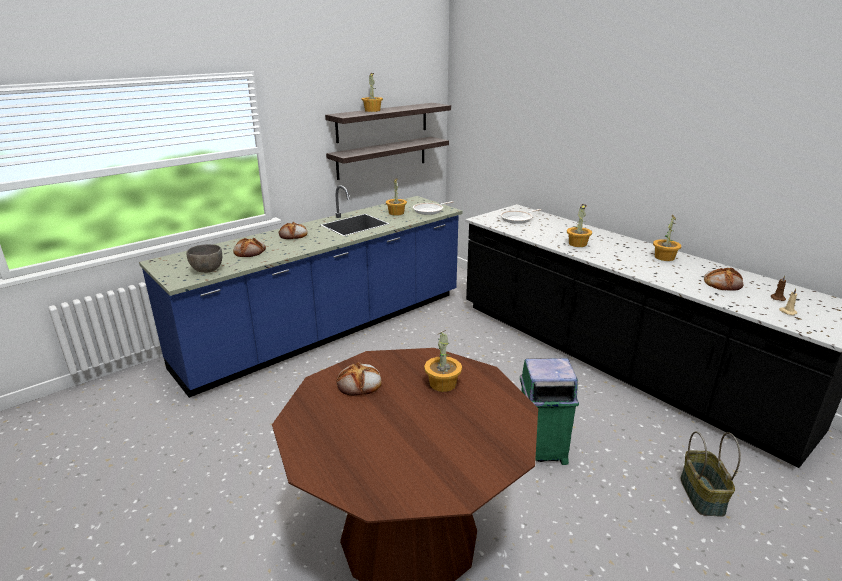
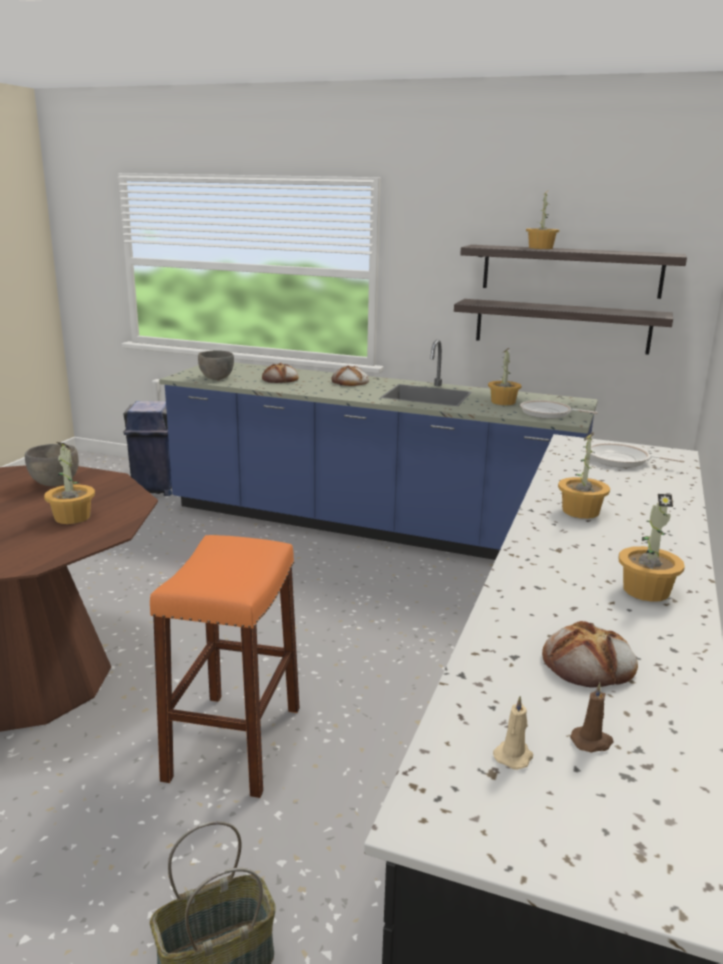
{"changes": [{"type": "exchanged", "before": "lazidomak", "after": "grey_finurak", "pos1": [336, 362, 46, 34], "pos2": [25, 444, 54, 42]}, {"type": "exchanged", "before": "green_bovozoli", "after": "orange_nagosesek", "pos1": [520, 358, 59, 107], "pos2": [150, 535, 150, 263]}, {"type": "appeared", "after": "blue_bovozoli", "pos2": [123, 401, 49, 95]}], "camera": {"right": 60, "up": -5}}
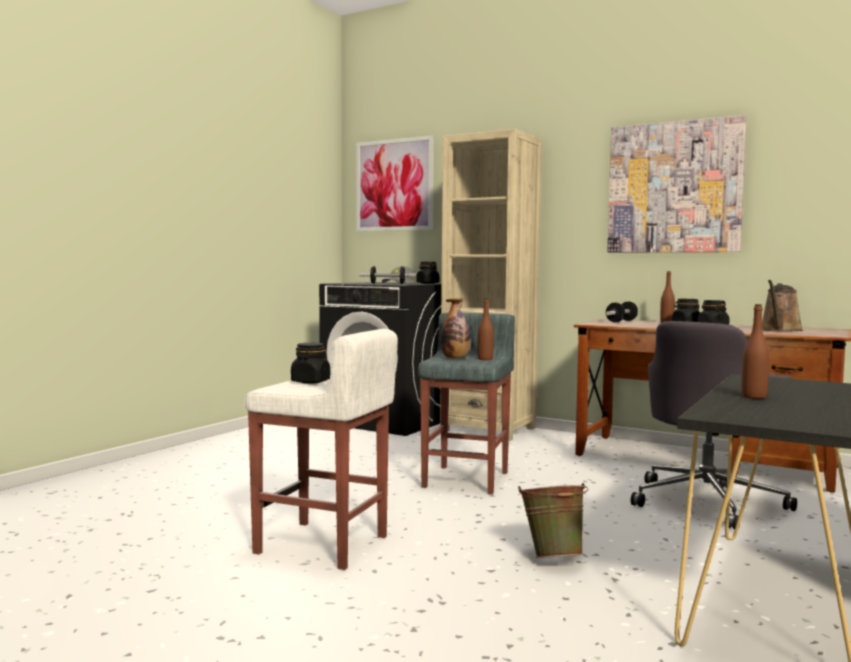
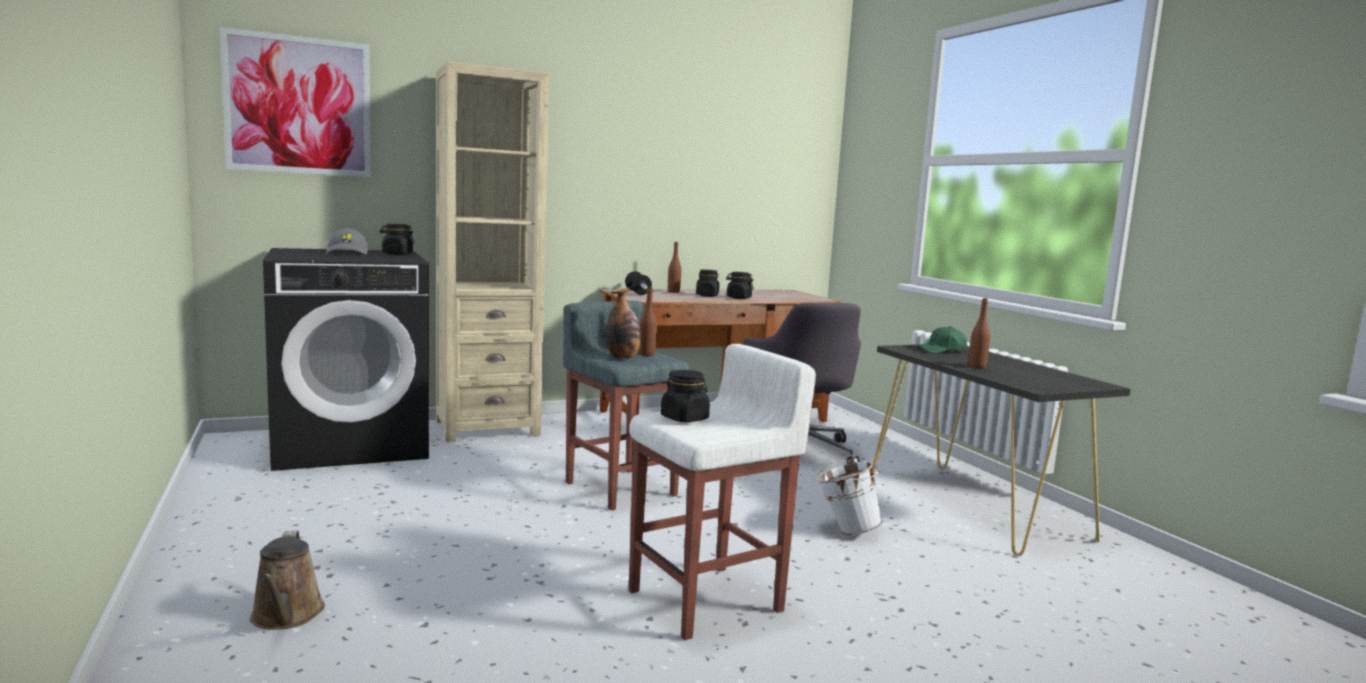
{"changes": [{"type": "missing", "before": "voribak", "pos1": [359, 266, 58, 18]}, {"type": "colour", "before": "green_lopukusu", "after": "white_lopukusu", "pos1": [518, 483, 70, 75], "pos2": [816, 459, 66, 76]}, {"type": "missing", "before": "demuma", "pos1": [607, 115, 140, 138]}, {"type": "relocated", "before": "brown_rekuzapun", "pos1": [762, 280, 41, 52], "pos2": [250, 530, 75, 100]}, {"type": "appeared", "after": "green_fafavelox", "pos2": [916, 326, 51, 27]}], "camera": {"right": -55, "up": 5}}
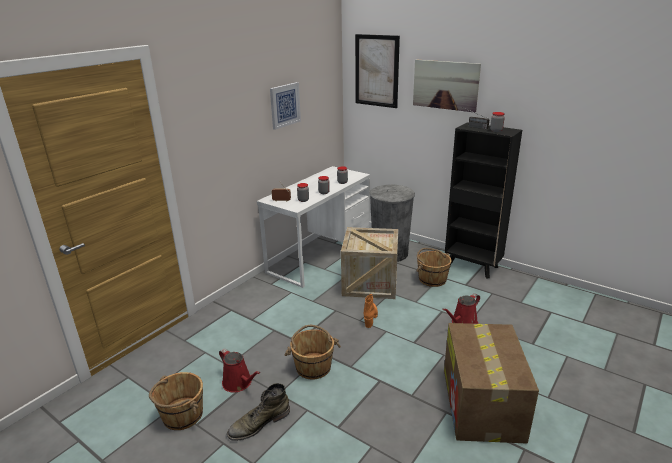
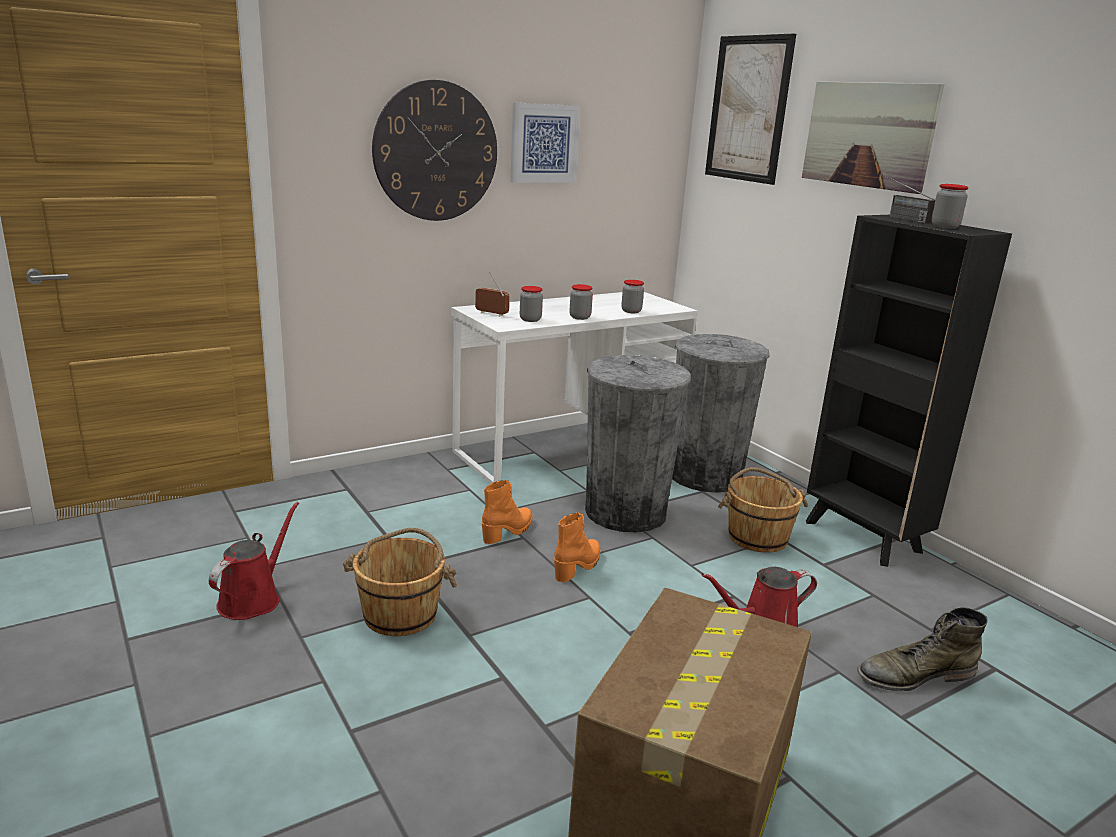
{"changes": [{"type": "missing", "before": "brown_lopukusu", "pos1": [149, 372, 54, 58]}, {"type": "spun", "before": "red_rekuzapun", "pos1": [219, 348, 41, 45], "pos2": [209, 502, 90, 118], "turn": -135}, {"type": "relocated", "before": "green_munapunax", "pos1": [227, 383, 63, 58], "pos2": [857, 607, 131, 84]}, {"type": "exchanged", "before": "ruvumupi", "after": "grey_bovozoli", "pos1": [341, 227, 57, 72], "pos2": [585, 355, 106, 178]}, {"type": "appeared", "after": "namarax", "pos2": [372, 80, 125, 141]}, {"type": "appeared", "after": "orange_munapunax", "pos2": [482, 480, 51, 64]}], "camera": {"right": 20, "up": -5}}
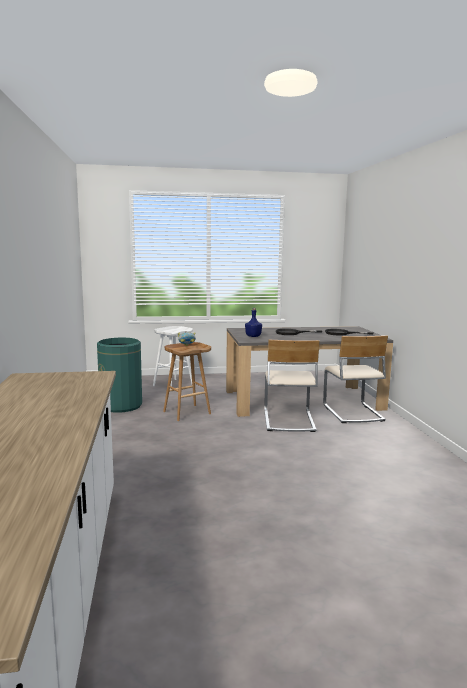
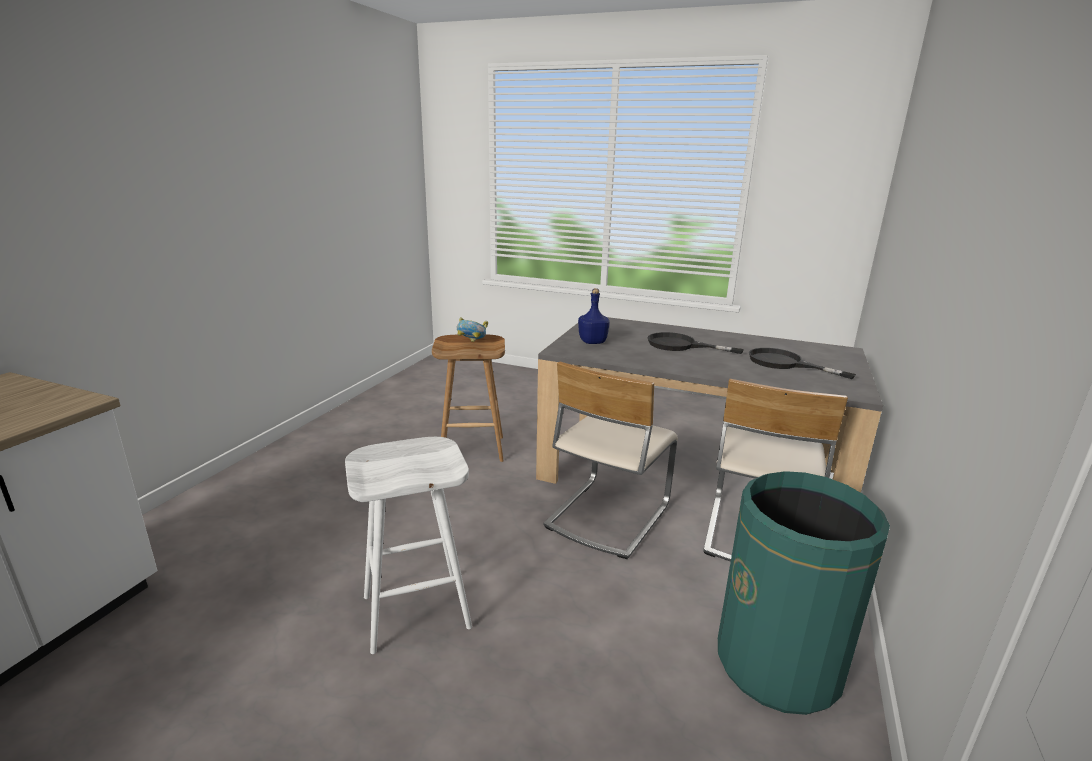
{"changes": [{"type": "relocated", "before": "green_bovozoli", "pos1": [97, 338, 45, 75], "pos2": [718, 471, 172, 244]}, {"type": "relocated", "before": "white_nagosesek", "pos1": [153, 326, 40, 63], "pos2": [345, 437, 127, 217]}], "camera": {"right": 30, "up": 10}}
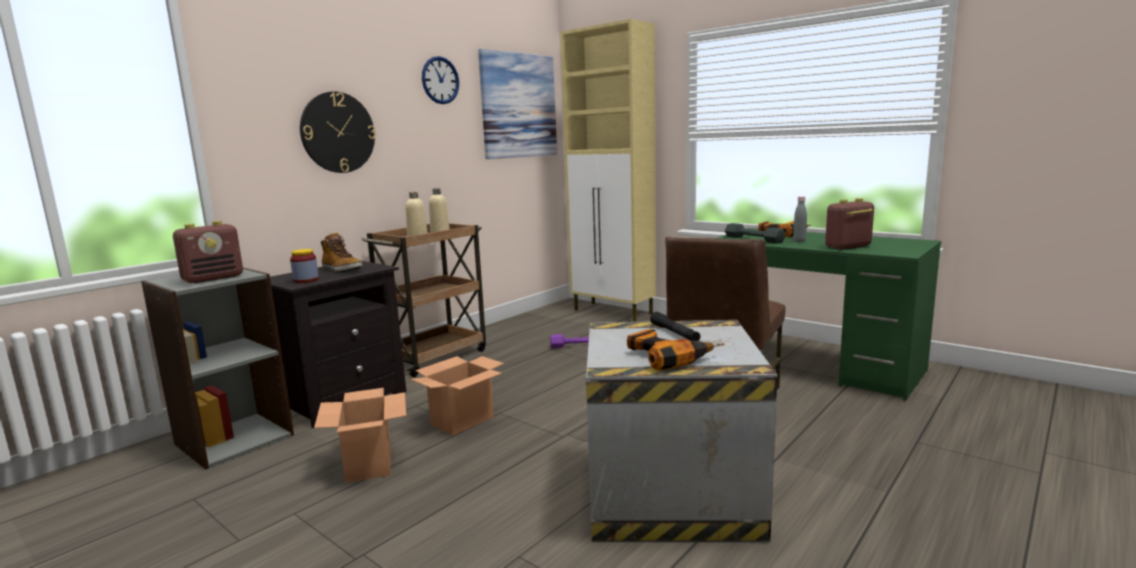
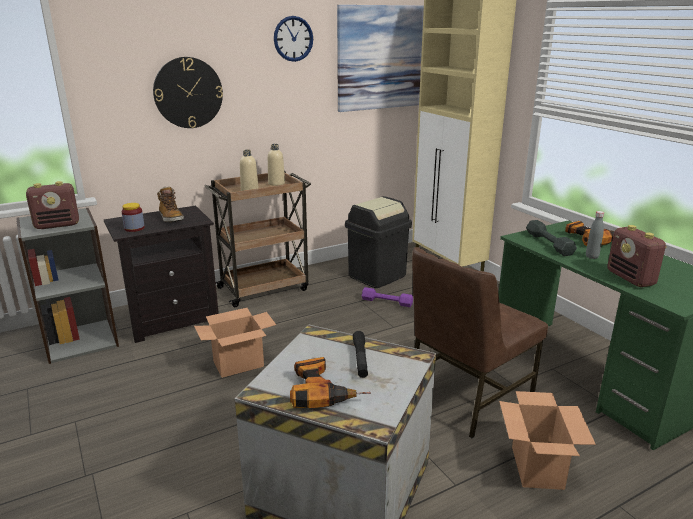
{"changes": [{"type": "relocated", "before": "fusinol", "pos1": [314, 388, 92, 95], "pos2": [499, 391, 97, 99]}, {"type": "spun", "before": "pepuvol", "pos1": [825, 198, 49, 52], "pos2": [607, 225, 60, 62], "turn": -105}, {"type": "appeared", "after": "black_bovozoli", "pos2": [345, 196, 67, 92]}], "camera": {"right": 20, "up": 10}}
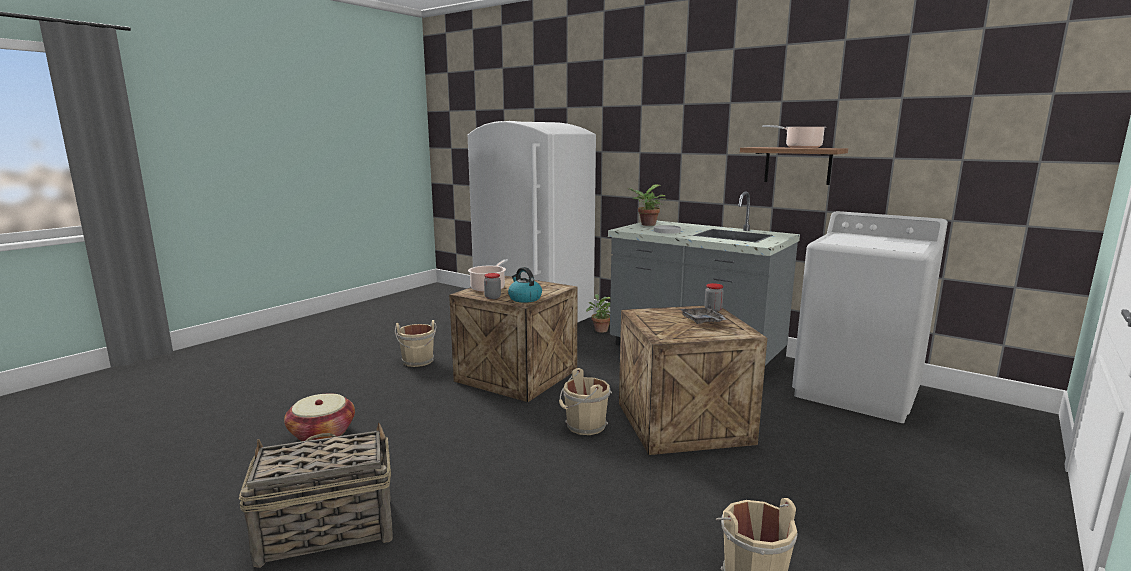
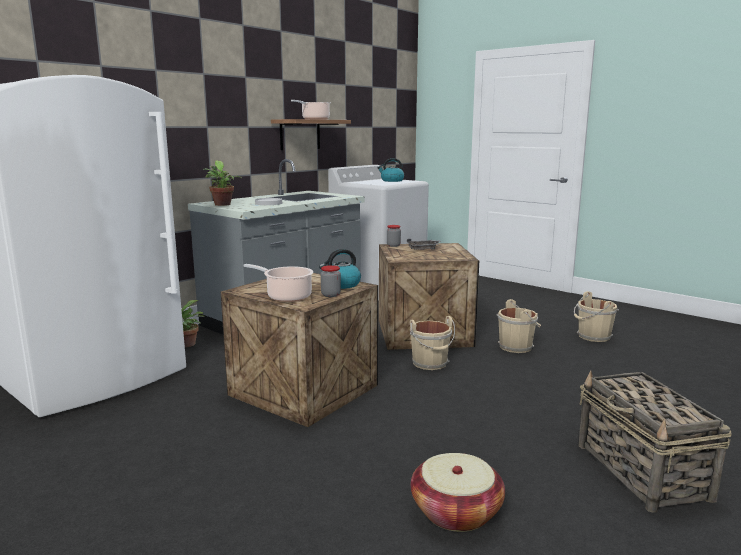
{"changes": [{"type": "relocated", "before": "beige_lopukusu", "pos1": [395, 320, 42, 47], "pos2": [497, 299, 44, 54]}, {"type": "appeared", "after": "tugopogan", "pos2": [378, 158, 26, 24]}], "camera": {"right": -85, "up": 0}}
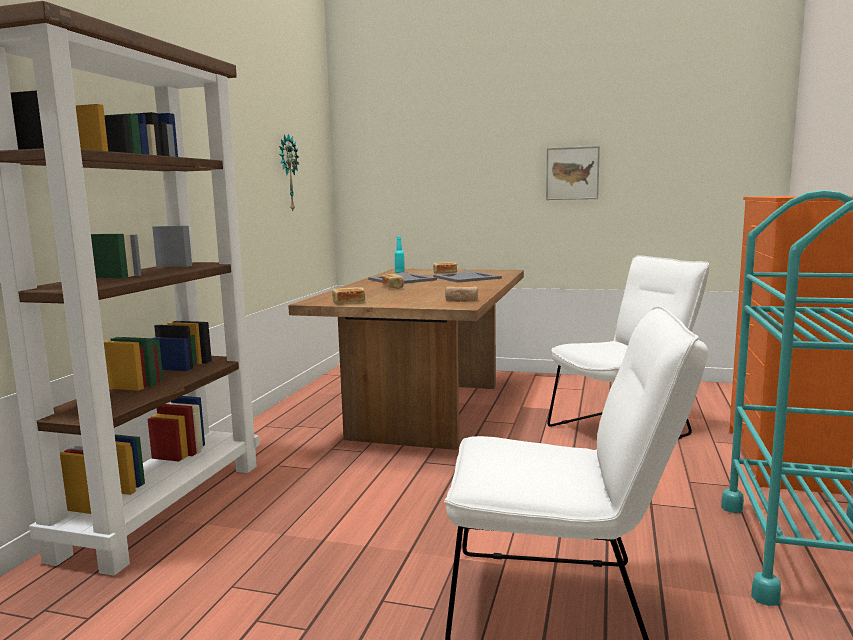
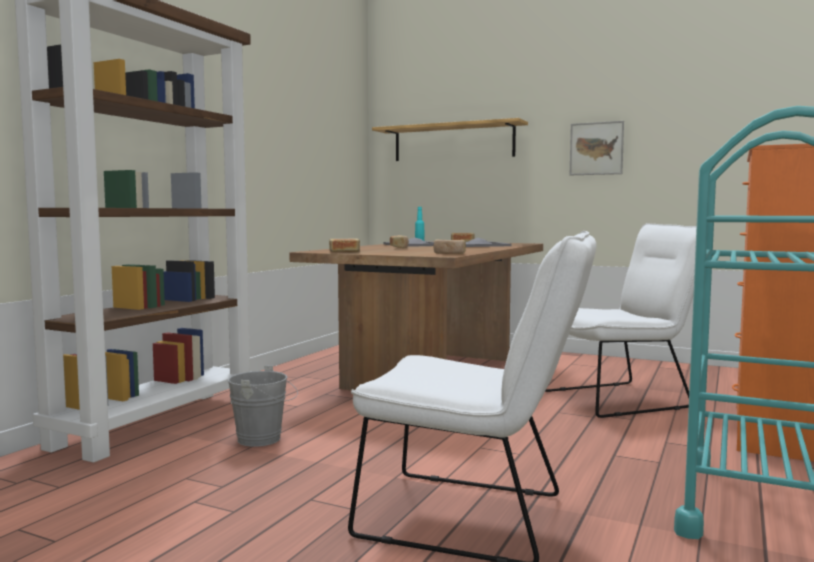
{"changes": [{"type": "missing", "before": "namarax", "pos1": [279, 134, 20, 77]}, {"type": "appeared", "after": "grey_lopukusu", "pos2": [227, 365, 71, 82]}, {"type": "appeared", "after": "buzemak", "pos2": [372, 118, 156, 43]}], "camera": {"right": 10, "up": -5}}
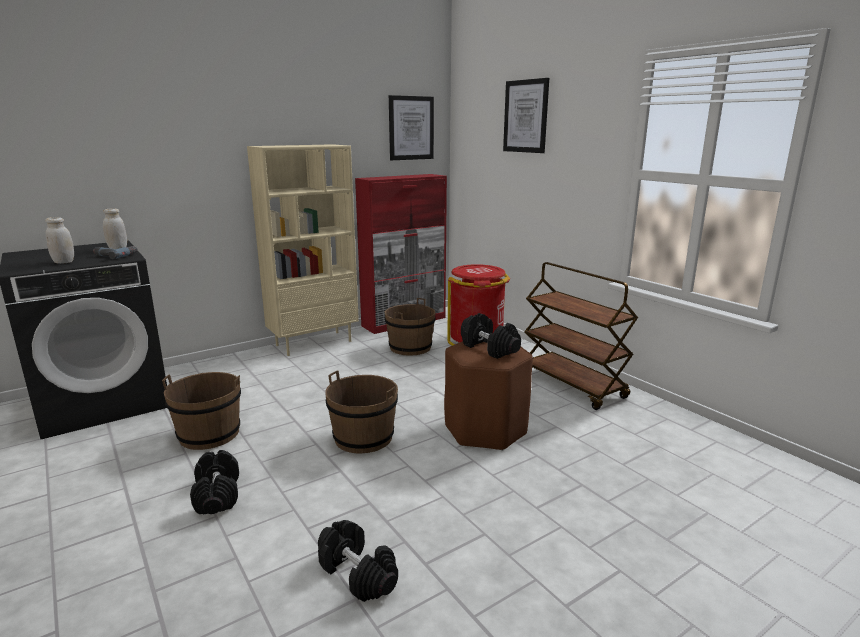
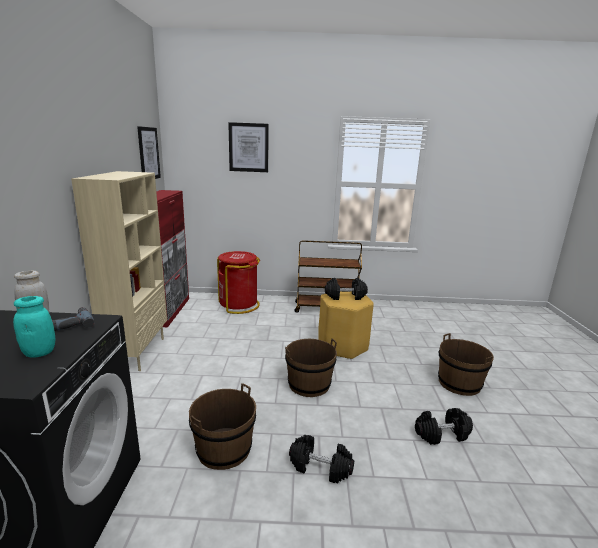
{"changes": [{"type": "colour", "before": "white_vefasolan", "after": "turquoise_vefasolan", "pos1": [45, 217, 29, 47], "pos2": [13, 296, 42, 62]}, {"type": "relocated", "before": "brown_lopukusu", "pos1": [385, 298, 51, 57], "pos2": [438, 333, 56, 63]}, {"type": "colour", "before": "brown_nagosesek", "after": "yellow_nagosesek", "pos1": [444, 341, 89, 110], "pos2": [318, 291, 56, 68]}], "camera": {"right": -55, "up": 0}}
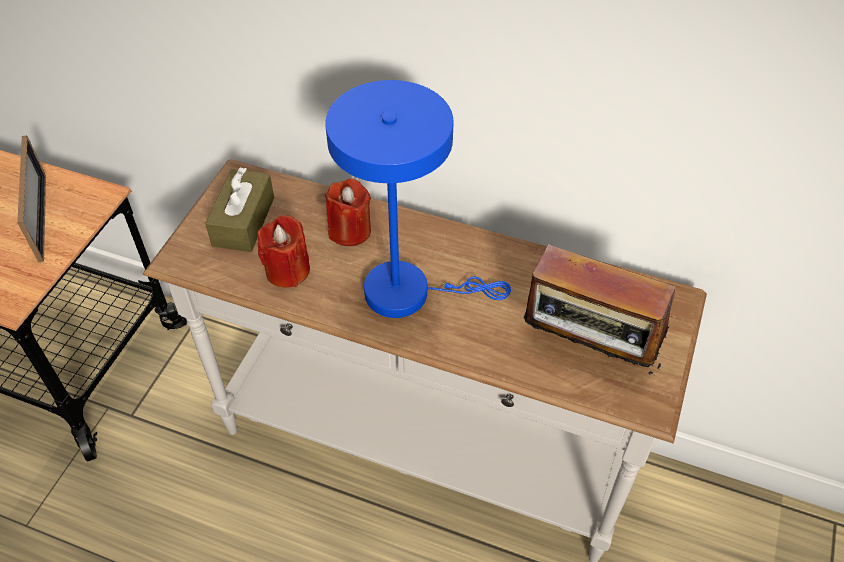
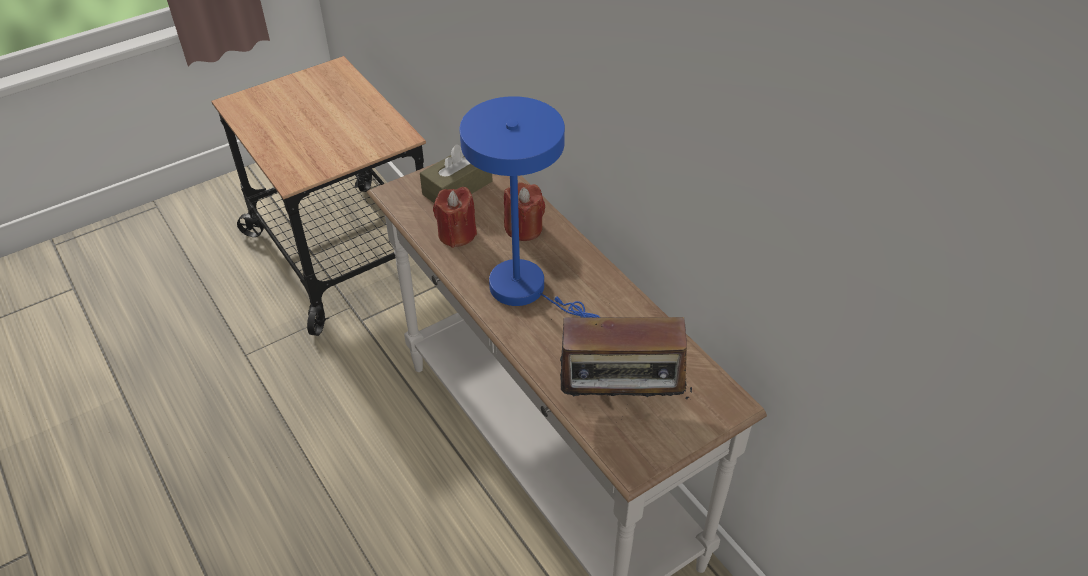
{"changes": [{"type": "missing", "before": "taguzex", "pos1": [17, 135, 29, 128]}, {"type": "spun", "before": "pepuvol", "pos1": [524, 242, 151, 132], "pos2": [551, 317, 142, 103], "turn": -60}], "camera": {"right": 35, "up": -5}}
